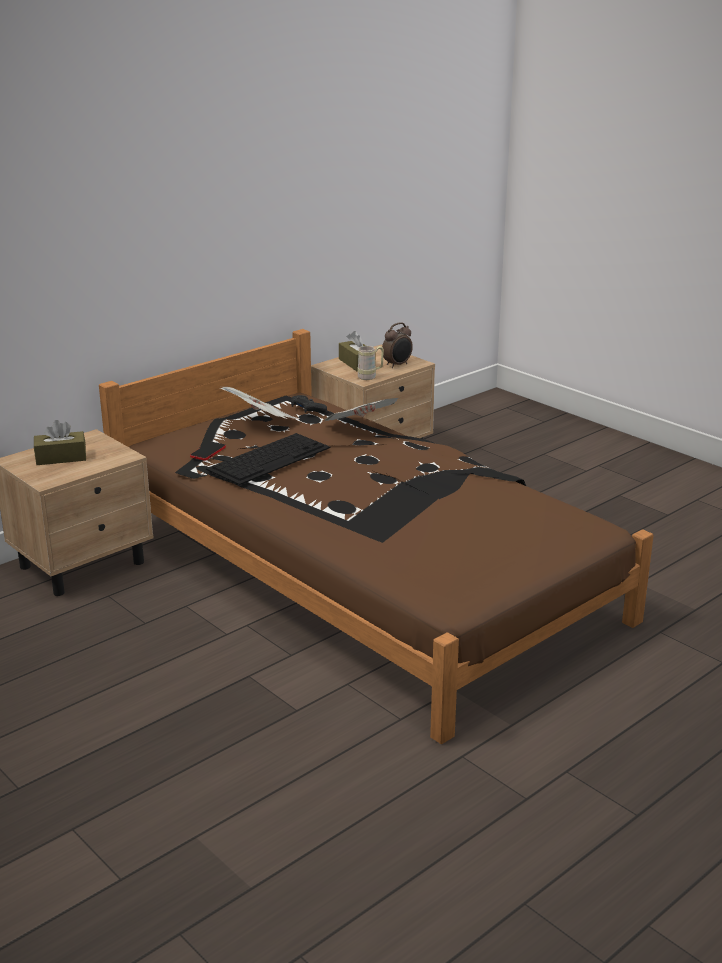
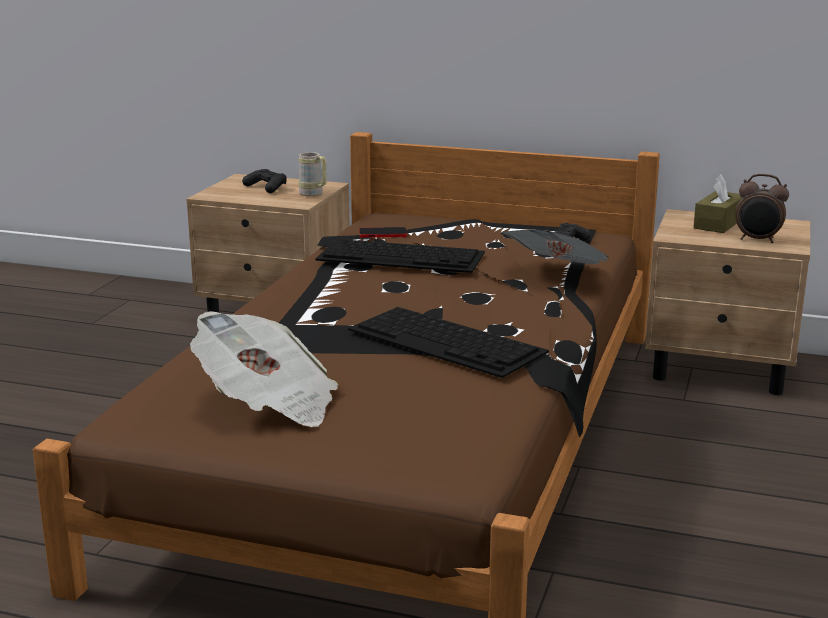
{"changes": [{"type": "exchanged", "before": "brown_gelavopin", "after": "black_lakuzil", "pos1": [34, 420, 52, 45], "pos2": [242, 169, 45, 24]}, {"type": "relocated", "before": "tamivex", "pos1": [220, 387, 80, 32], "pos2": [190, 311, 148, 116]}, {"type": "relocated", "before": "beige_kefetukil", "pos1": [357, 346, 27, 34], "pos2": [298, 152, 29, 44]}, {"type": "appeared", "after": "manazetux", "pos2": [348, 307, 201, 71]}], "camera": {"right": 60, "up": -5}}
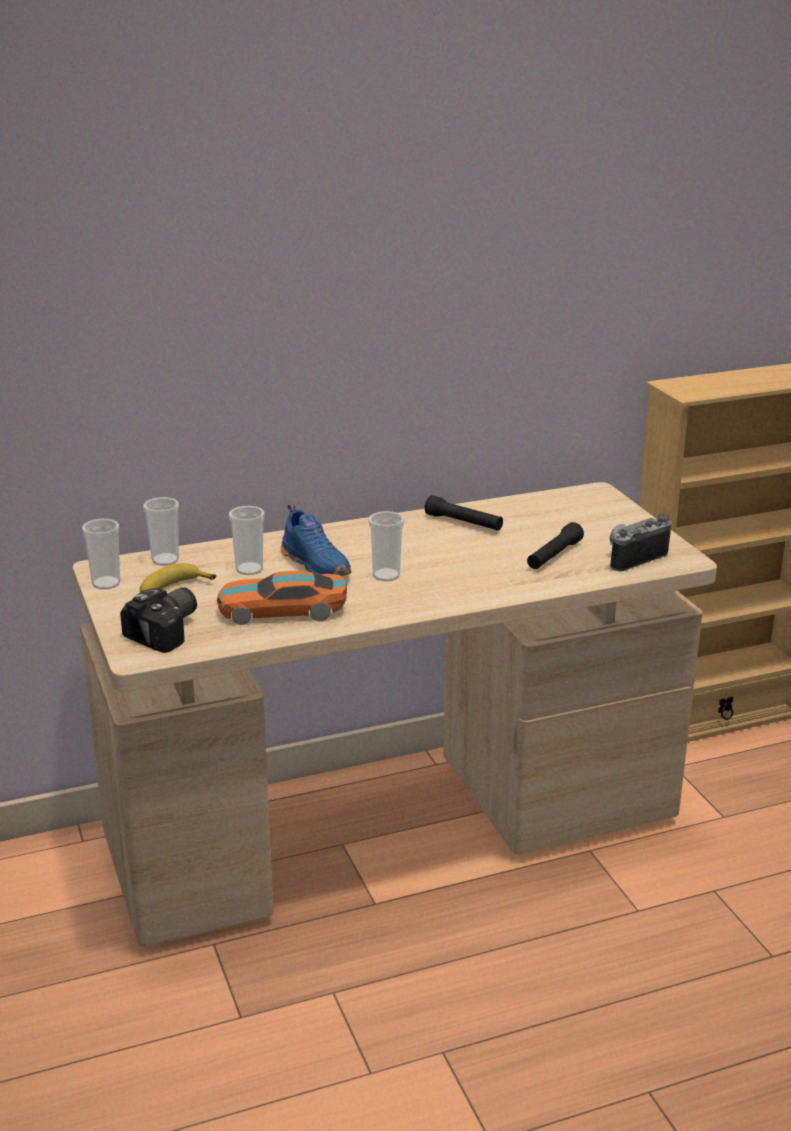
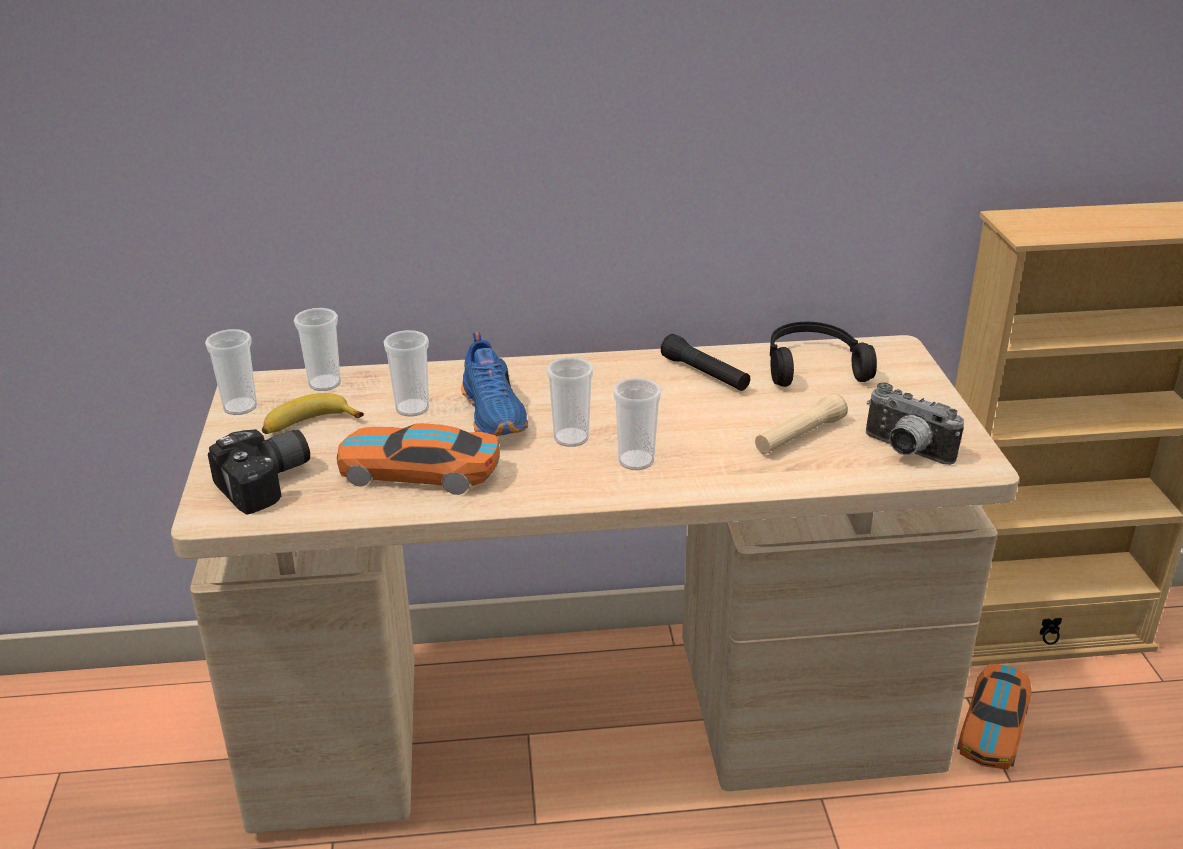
{"changes": [{"type": "colour", "before": "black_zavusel", "after": "beige_zavusel", "pos1": [527, 522, 57, 47], "pos2": [755, 393, 93, 61]}, {"type": "spun", "before": "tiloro", "pos1": [610, 514, 61, 58], "pos2": [866, 382, 98, 83], "turn": -120}, {"type": "appeared", "after": "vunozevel", "pos2": [613, 378, 48, 92]}, {"type": "appeared", "after": "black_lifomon", "pos2": [770, 322, 107, 65]}, {"type": "appeared", "after": "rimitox", "pos2": [957, 664, 75, 105]}], "camera": {"right": 15, "up": 5}}
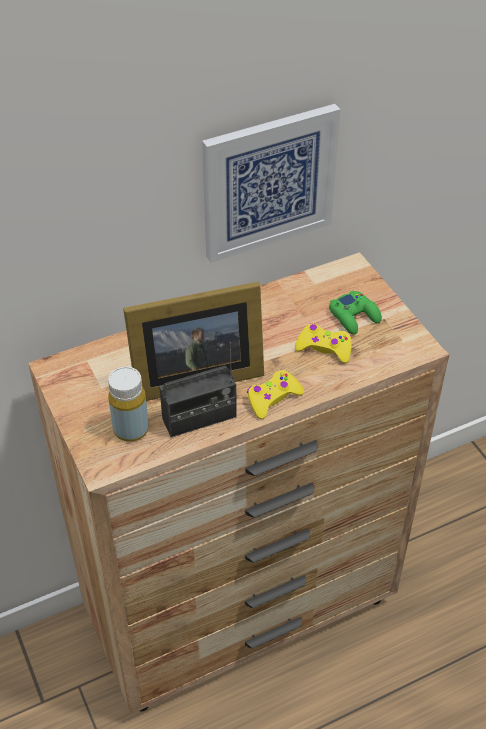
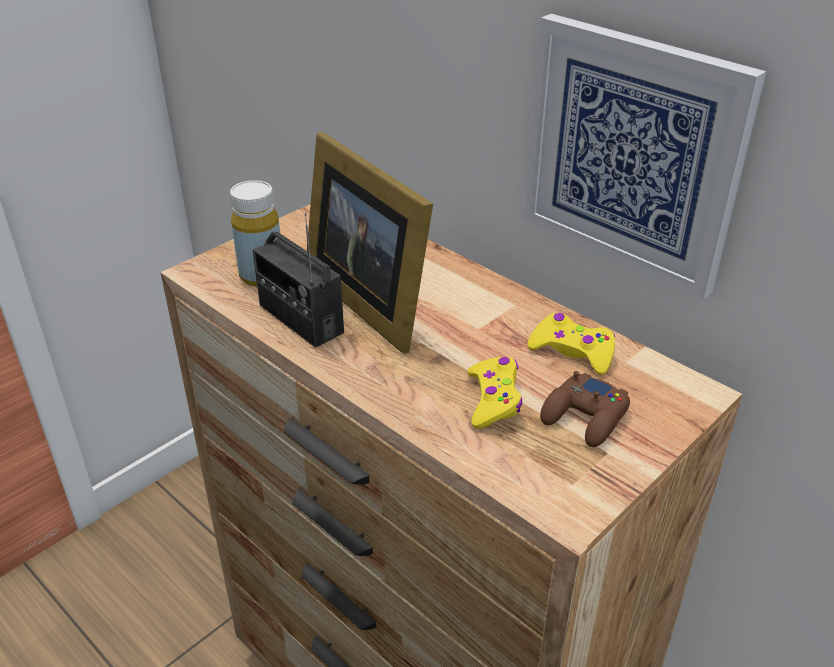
{"changes": [{"type": "relocated", "before": "yellow_lakuzil", "pos1": [247, 370, 57, 49], "pos2": [528, 313, 87, 62]}, {"type": "colour", "before": "green_lakuzil", "after": "brown_lakuzil", "pos1": [329, 290, 53, 45], "pos2": [540, 371, 90, 76]}], "camera": {"right": 70, "up": -10}}
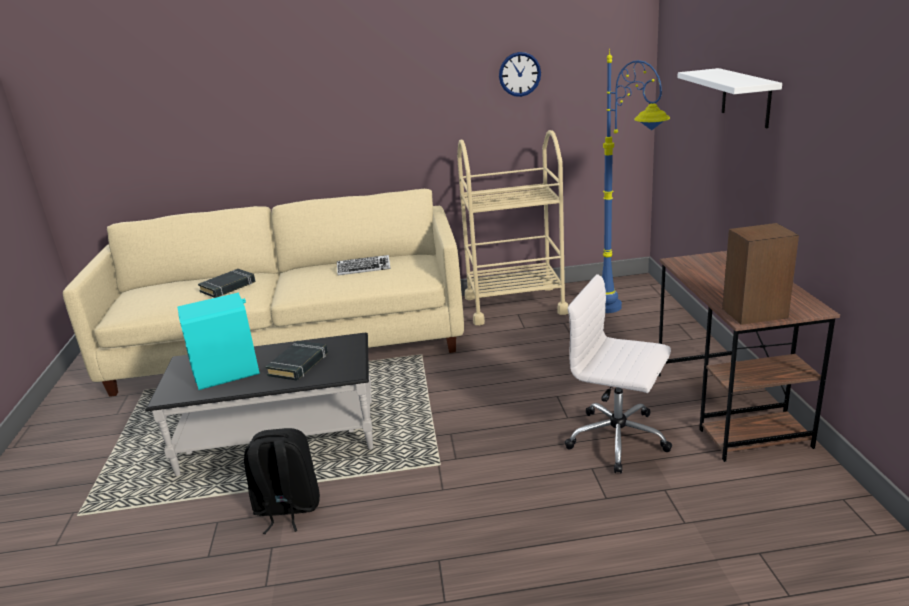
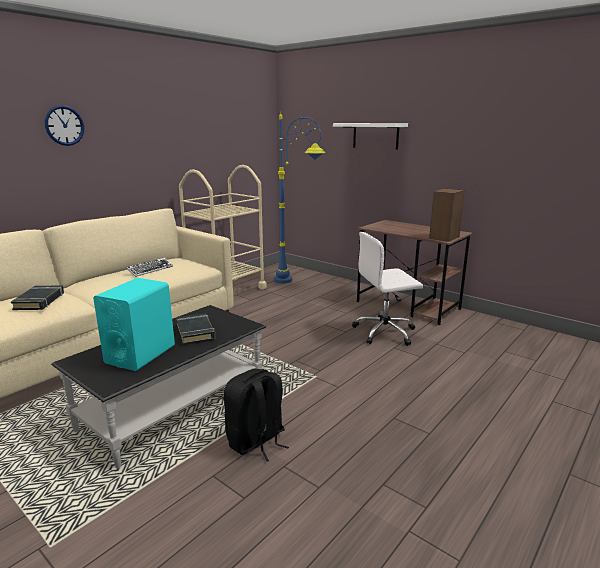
{"changes": [{"type": "relocated", "before": "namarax", "pos1": [499, 52, 42, 45], "pos2": [45, 105, 39, 41]}], "camera": {"right": -45, "up": -5}}
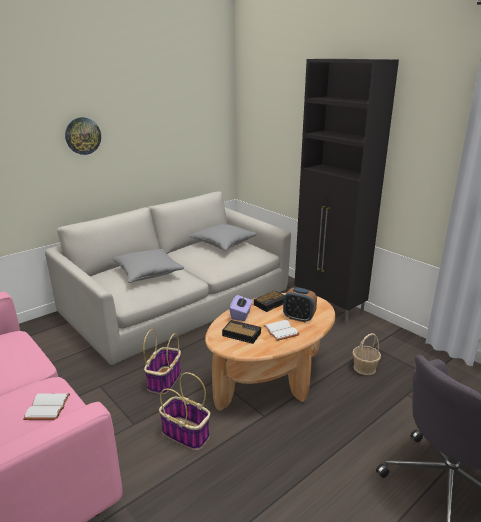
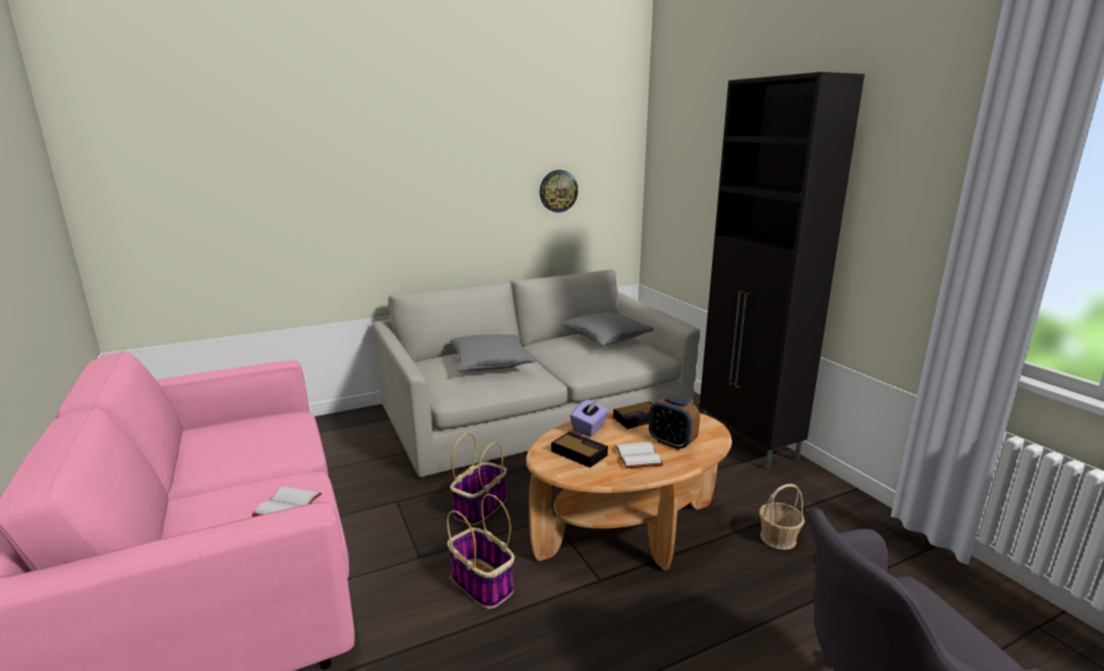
{"changes": [{"type": "relocated", "before": "namarax", "pos1": [65, 117, 36, 38], "pos2": [540, 170, 38, 43]}], "camera": {"right": 15, "up": -5}}
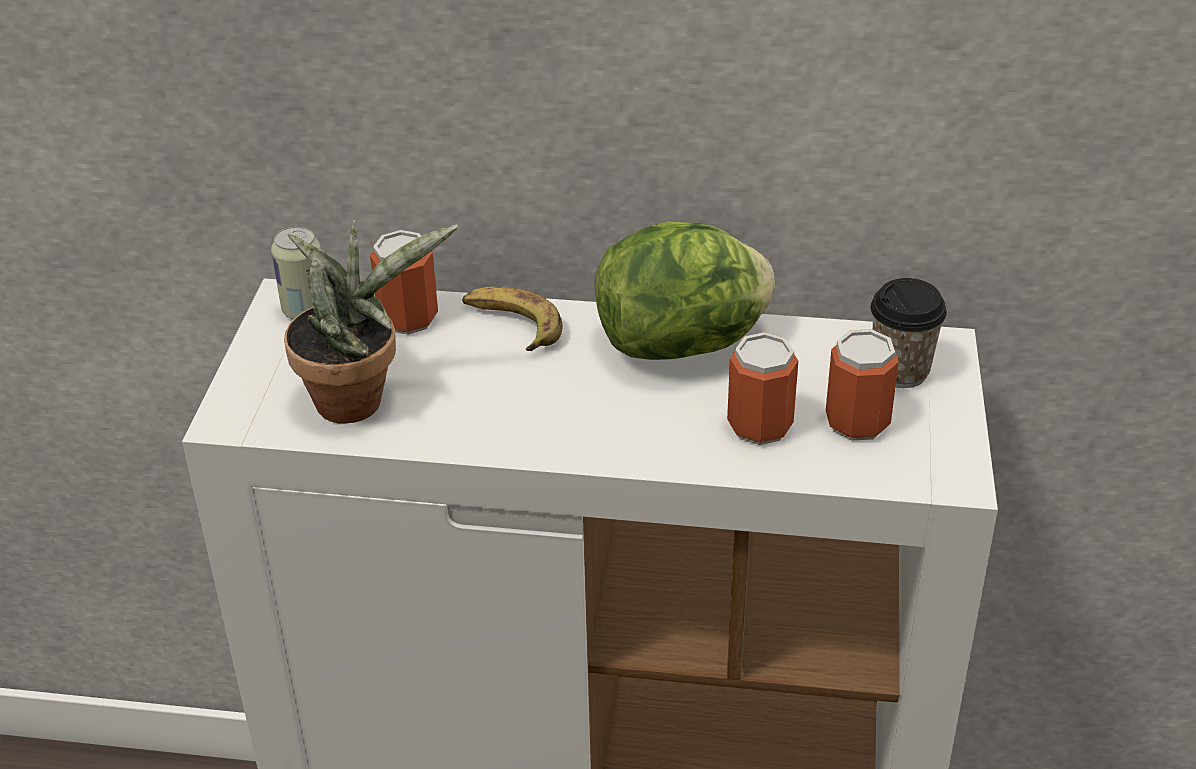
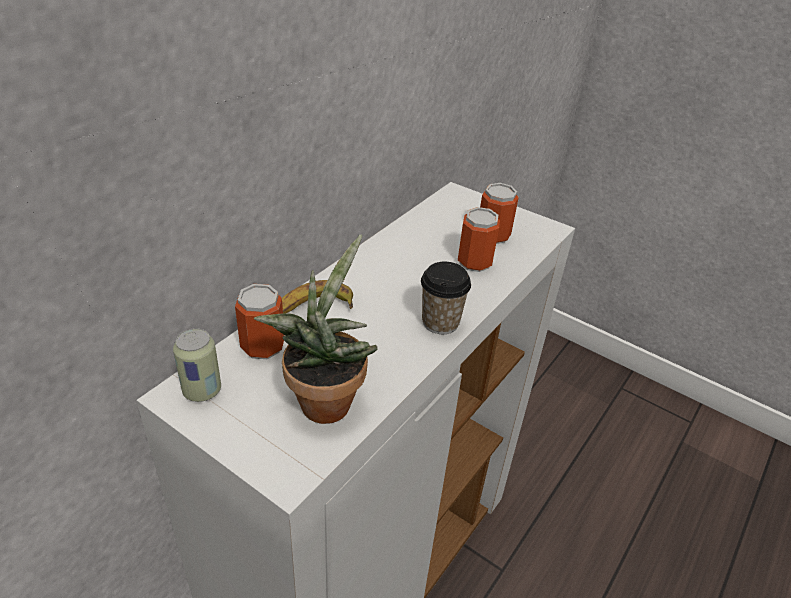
{"changes": [{"type": "missing", "before": "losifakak", "pos1": [595, 222, 180, 138]}, {"type": "relocated", "before": "vunozevel", "pos1": [870, 278, 77, 110], "pos2": [421, 262, 50, 72]}], "camera": {"right": -65, "up": 0}}
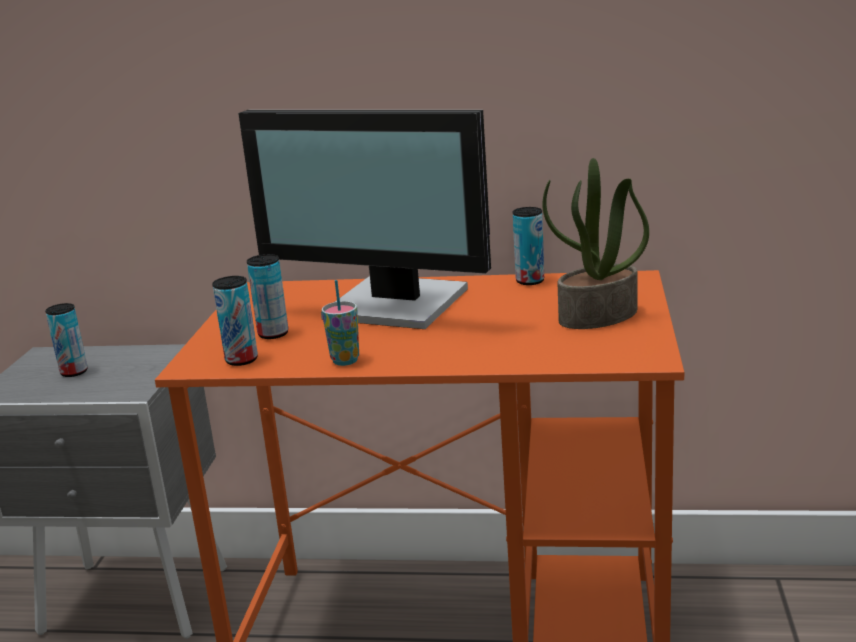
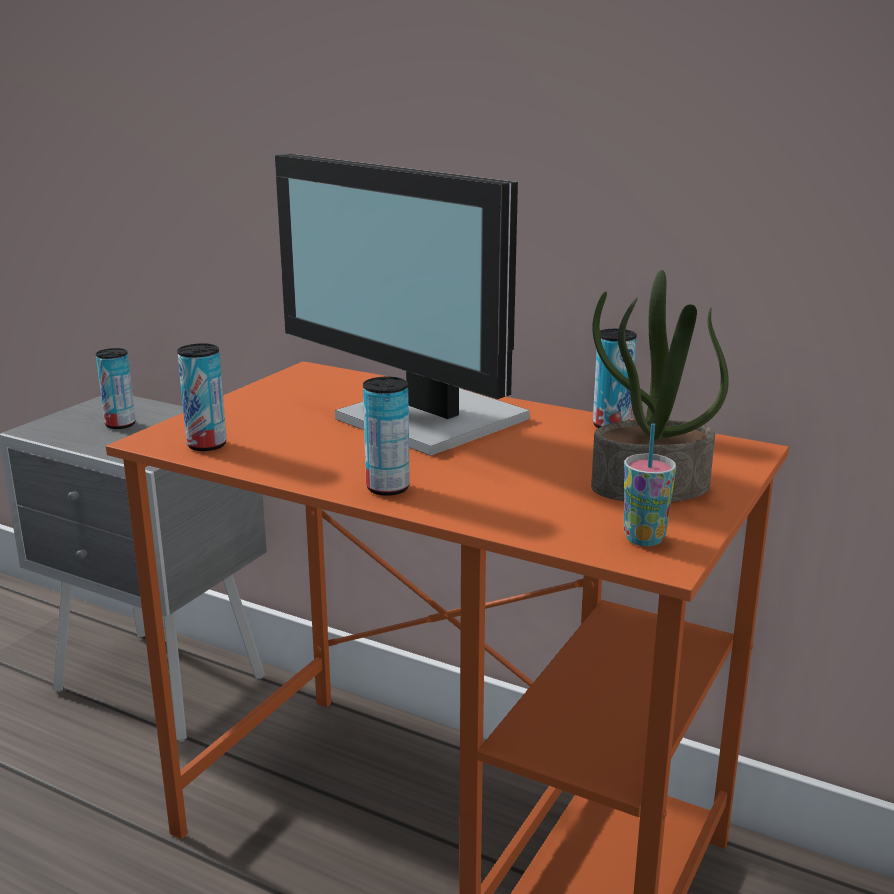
{"changes": [{"type": "relocated", "before": "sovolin", "pos1": [247, 254, 41, 85], "pos2": [363, 377, 47, 119]}, {"type": "relocated", "before": "vunozevel", "pos1": [321, 280, 38, 86], "pos2": [624, 423, 52, 123]}], "camera": {"right": 20, "up": 0}}
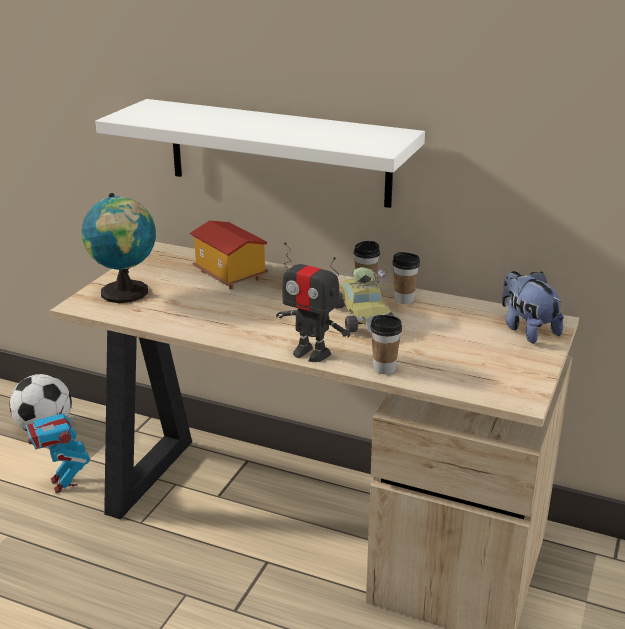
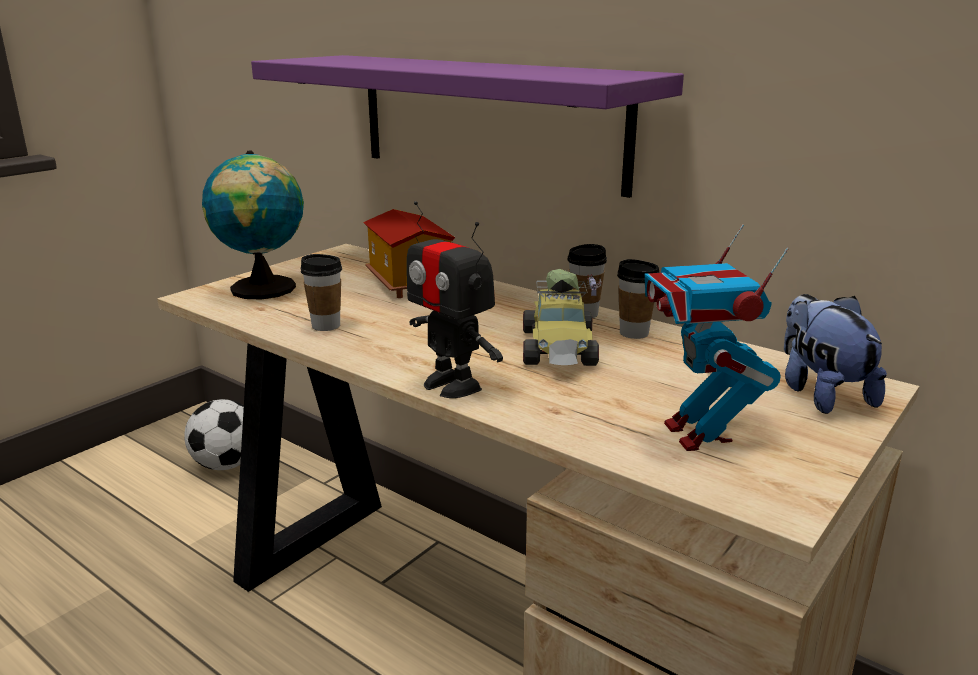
{"changes": [{"type": "relocated", "before": "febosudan", "pos1": [25, 397, 65, 96], "pos2": [645, 224, 143, 227]}, {"type": "colour", "before": "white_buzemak", "after": "purple_buzemak", "pos1": [95, 99, 330, 109], "pos2": [251, 55, 433, 143]}, {"type": "relocated", "before": "vunozevel", "pos1": [370, 315, 32, 59], "pos2": [300, 254, 42, 77]}], "camera": {"right": 15, "up": -5}}
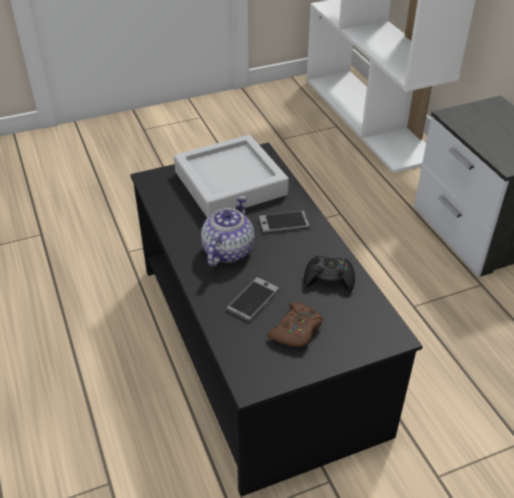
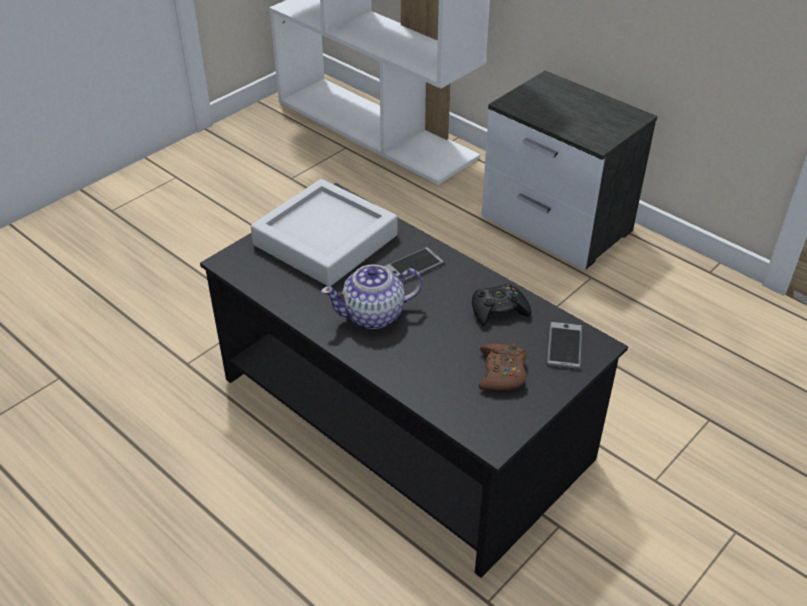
{"changes": [{"type": "spun", "before": "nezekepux", "pos1": [201, 196, 54, 71], "pos2": [321, 264, 102, 65], "turn": -105}, {"type": "relocated", "before": "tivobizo", "pos1": [226, 277, 54, 45], "pos2": [546, 322, 37, 48]}], "camera": {"right": -25, "up": 0}}
